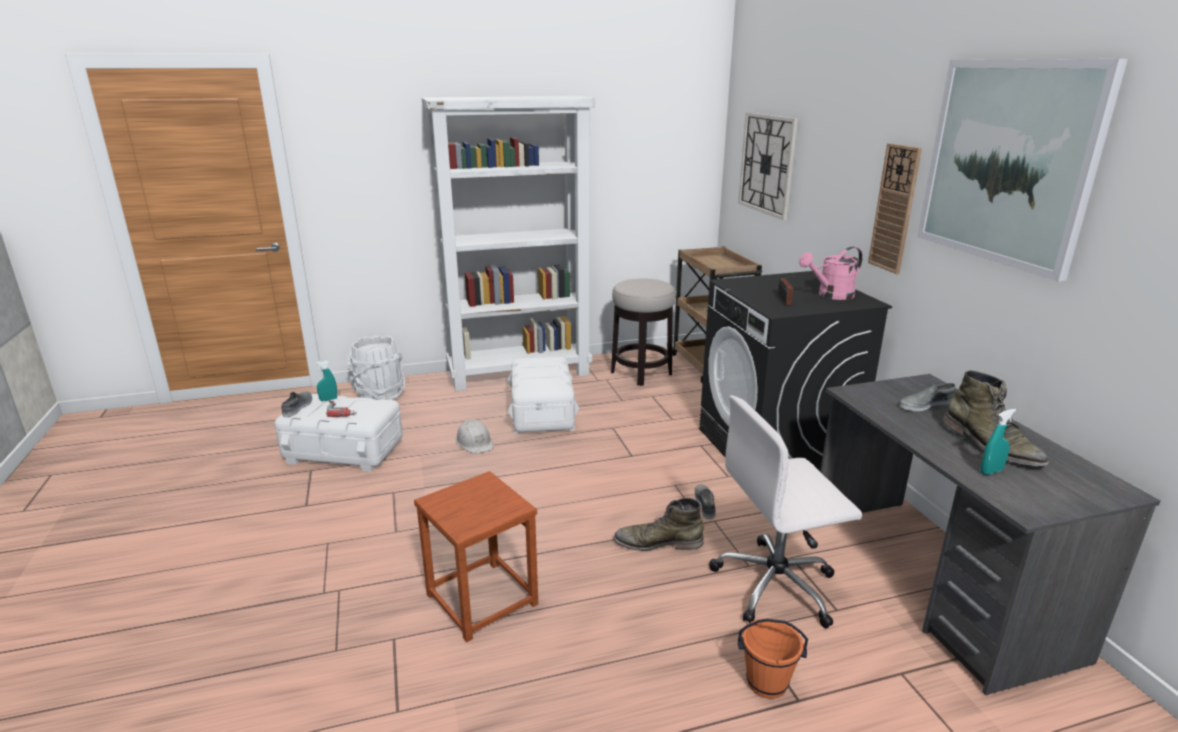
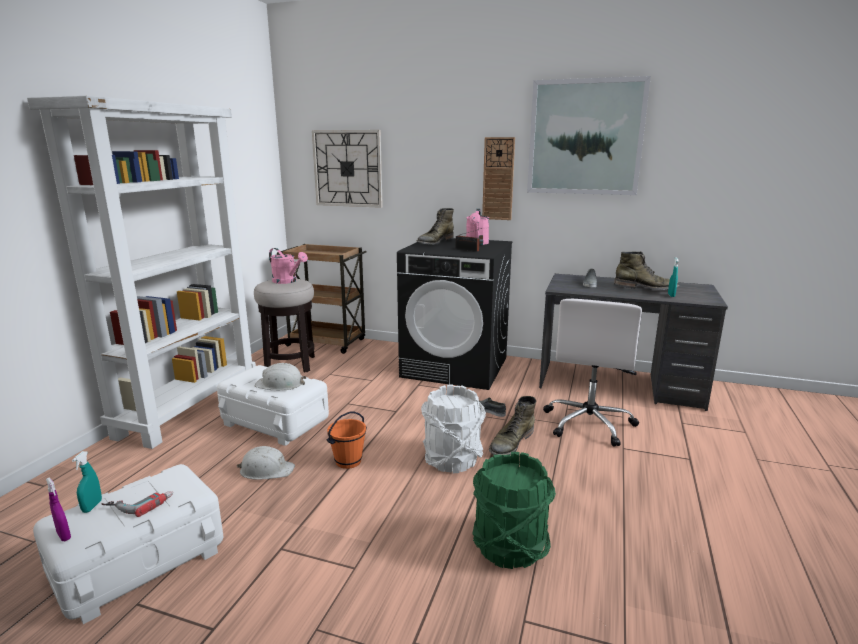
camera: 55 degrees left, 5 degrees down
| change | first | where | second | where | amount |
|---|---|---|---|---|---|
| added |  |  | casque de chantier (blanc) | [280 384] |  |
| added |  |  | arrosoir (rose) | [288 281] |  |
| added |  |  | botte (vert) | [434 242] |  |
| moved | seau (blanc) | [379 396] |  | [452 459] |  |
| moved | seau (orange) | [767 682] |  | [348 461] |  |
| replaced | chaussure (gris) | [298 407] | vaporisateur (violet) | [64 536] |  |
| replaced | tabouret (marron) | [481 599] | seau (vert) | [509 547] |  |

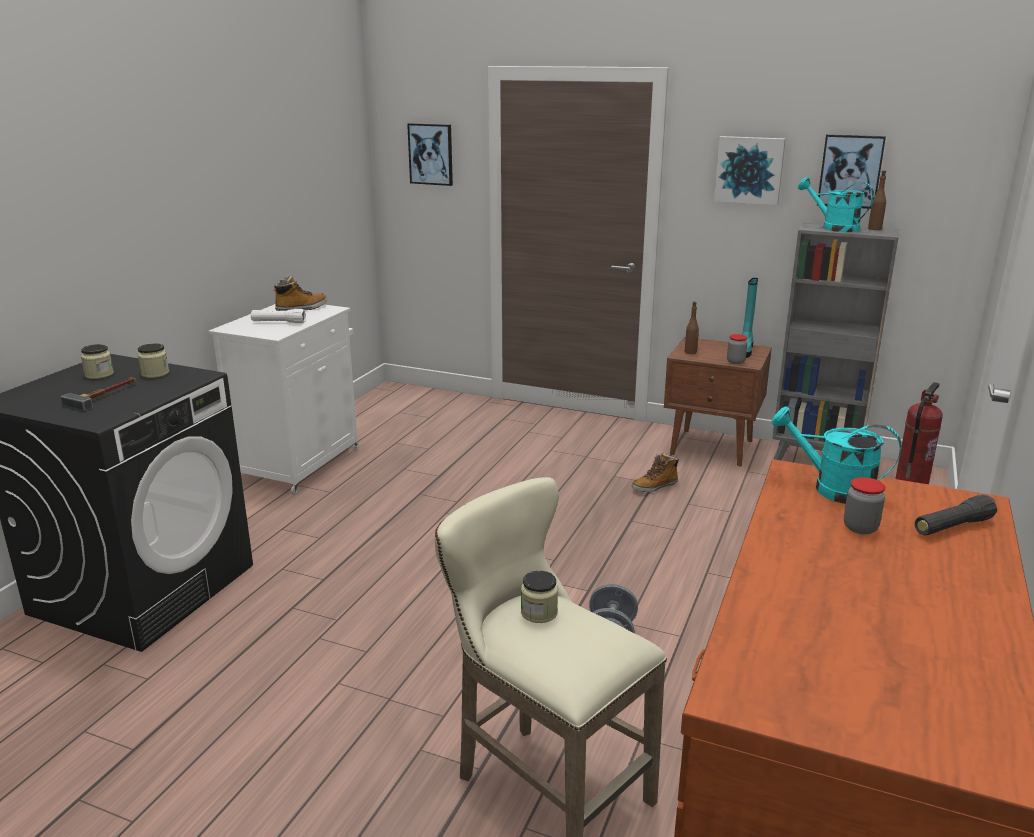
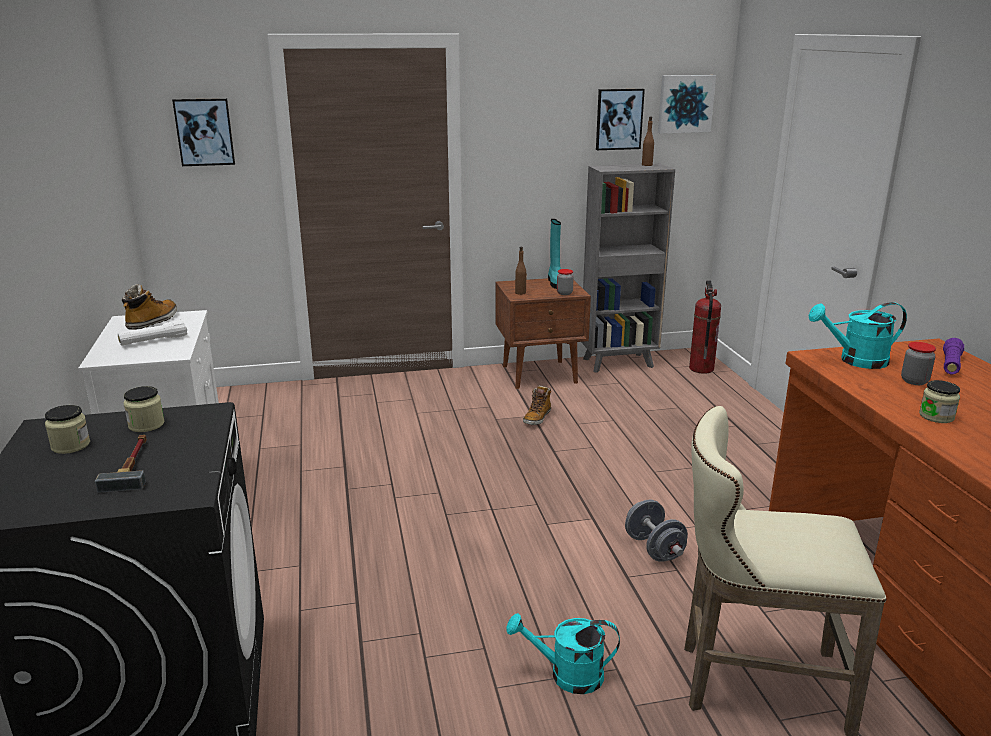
camera: 35 degrees left, 0 degrees up
| change | first | where | second | where | amount |
|---|---|---|---|---|---|
| moved | bocal | [539 612] |  | [936 416] |  |
| moved | tableau | [749 170] |  | [685 103] |  |
| moved | arrosoir (turquoise) | [833 228] |  | [567 675] |  |
| recoloured | lampe de poche (noir) | [952 527] | lampe de poche (violet) | [950 365] |  |

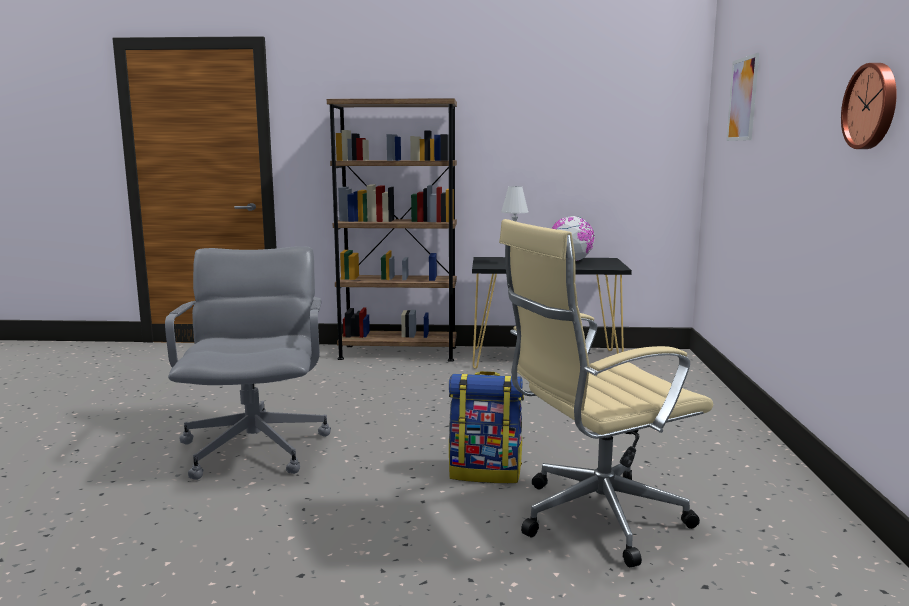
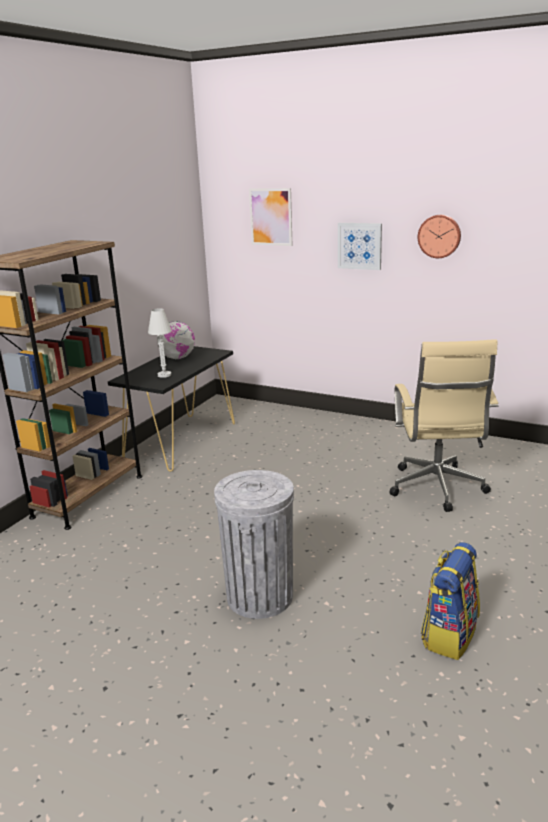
camera: 65 degrees left, 10 degrees up
| change | first | where | second | where | amount |
|---|---|---|---|---|---|
| added |  |  | tableau | [359 246] |  |
| moved | sac à dos | [486 472] |  | [449 634] |  |
| replaced | chaise de bureau (gris) | [256 448] | poubelle (gris) | [259 596] |  |

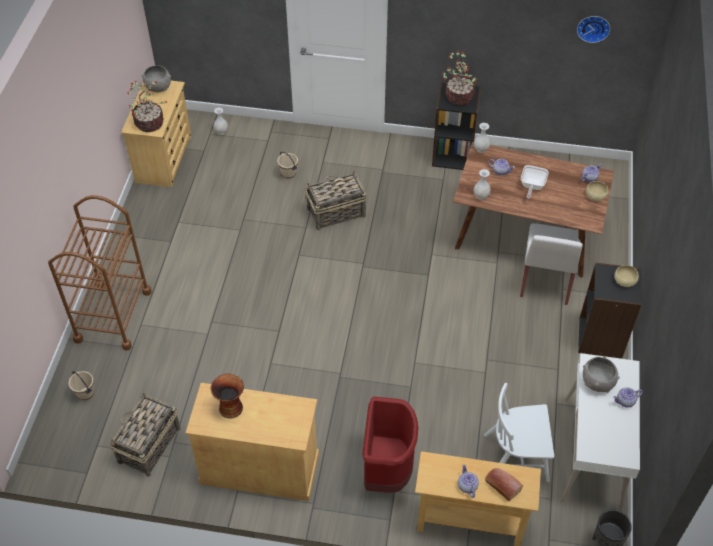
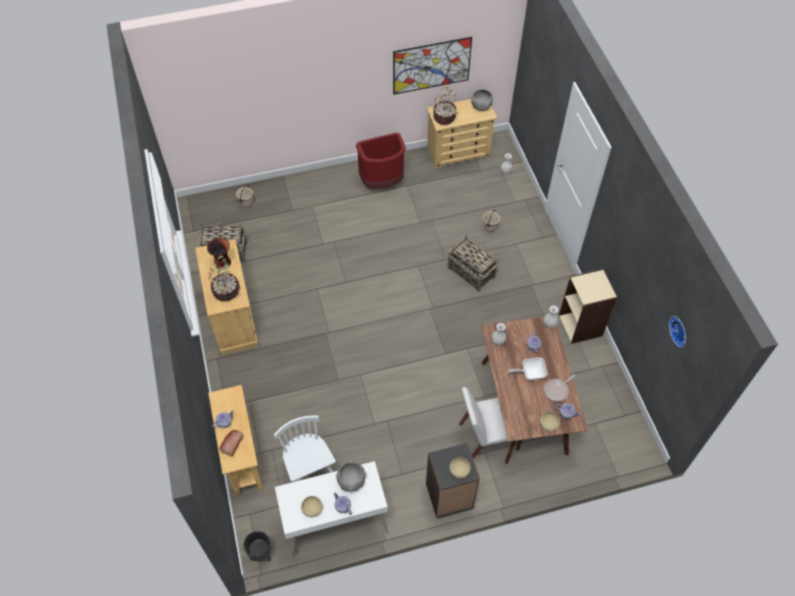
camera: 65 degrees right, 5 degrees up
| change | first | where | second | where | amount |
|---|---|---|---|---|---|
| removed | chariot (marron) | [113 315] |  |  |  |
| added |  |  | bol (beige) | [312 508] |  |
| added |  |  | tableau | [431 65] |  |
| added |  |  | poêle | [557 390] |  |
| moved | poubelle (rouge) | [387 469] |  | [382 182] |  |
| moved | plante en pot | [458 96] |  | [226 291] |  |
| recoloured | bibliothèque (noir) | [453 155] | bibliothèque (beige) | [581 325] |  |

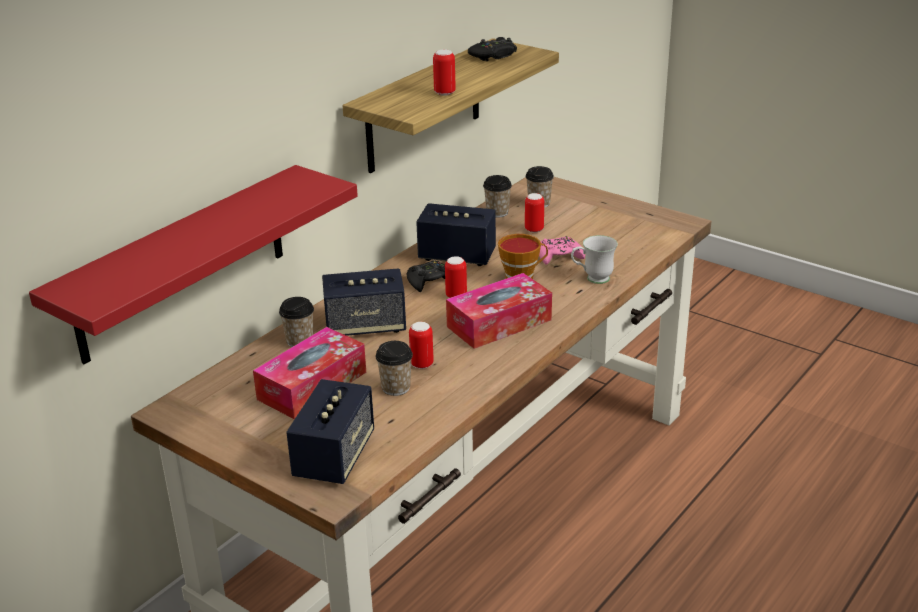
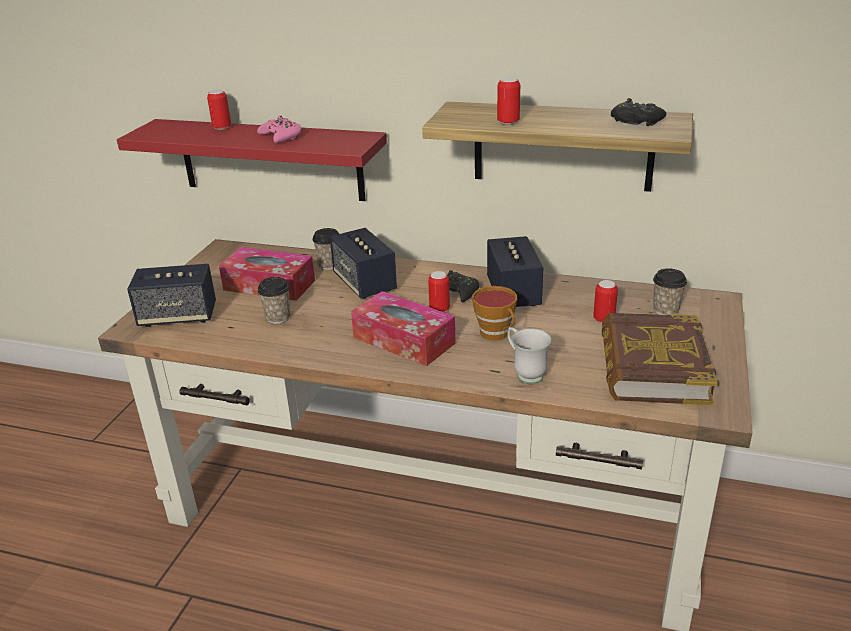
camera: 70 degrees right, 0 degrees up
| change | first | where | second | where | amount |
|---|---|---|---|---|---|
| removed | tasse | [497 213] |  |  |  |
| added |  |  | livre | [652 367] |  |
| moved | boîte métallique | [422 364] |  | [222 128] |  |
| moved | manette (rose) | [559 256] |  | [281 136] |  |

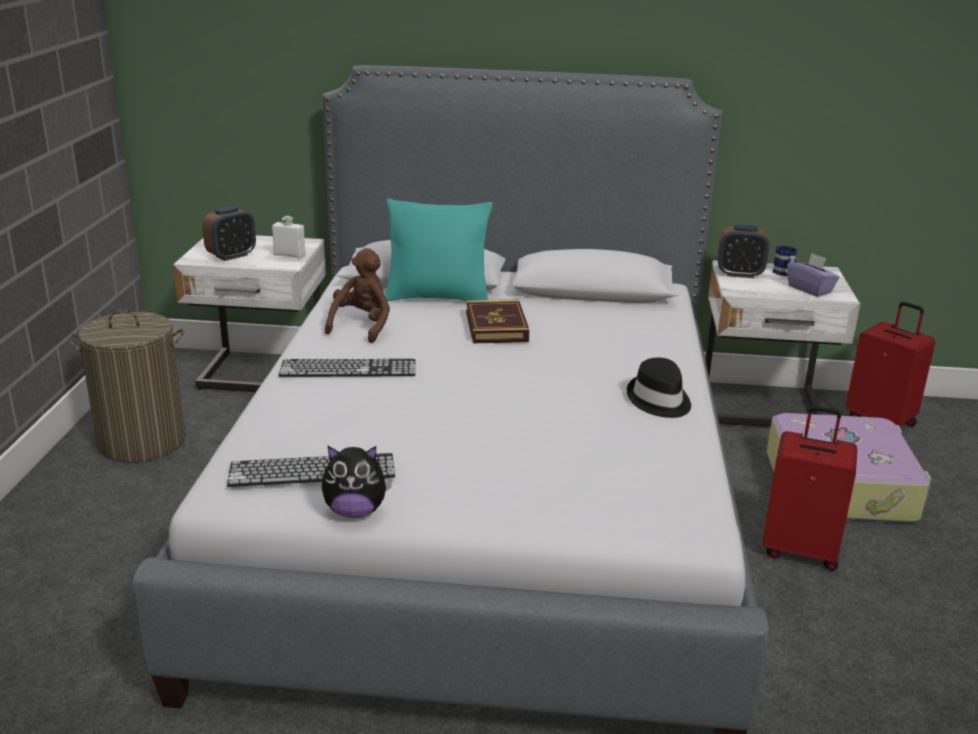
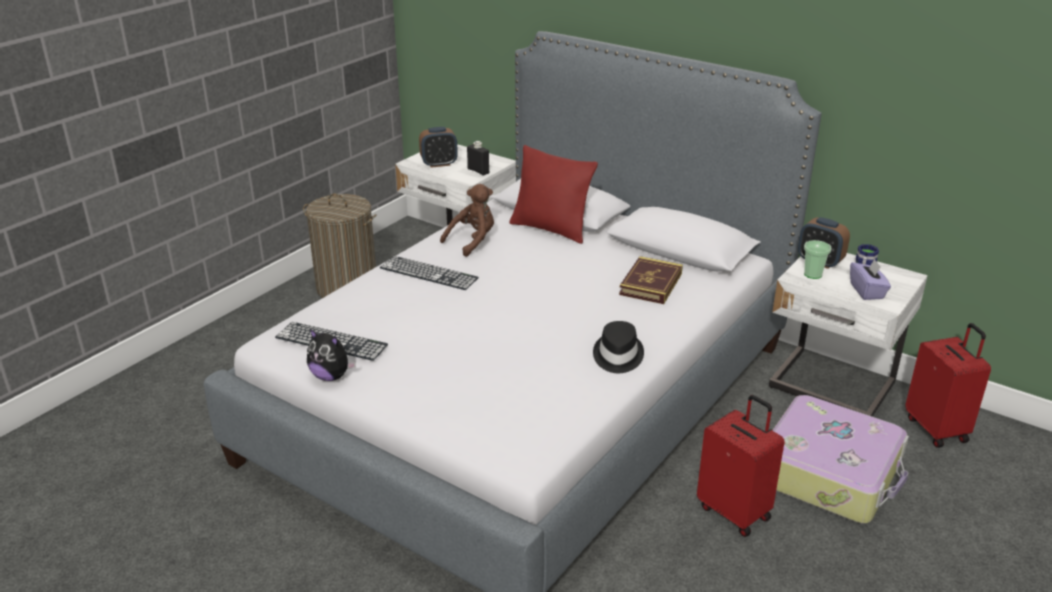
camera: 30 degrees right, 5 degrees up
| change | first | where | second | where | amount |
|---|---|---|---|---|---|
| added |  |  | tasse | [813 274] |  |
| moved | livre | [496 326] |  | [651 284] |  |
| recoloured | bouteille (blanc) | [289 255] | bouteille (noir) | [478 171] |  |
| recoloured | coussin (turquoise) | [437 297] | coussin (rouge) | [551 229] |  |

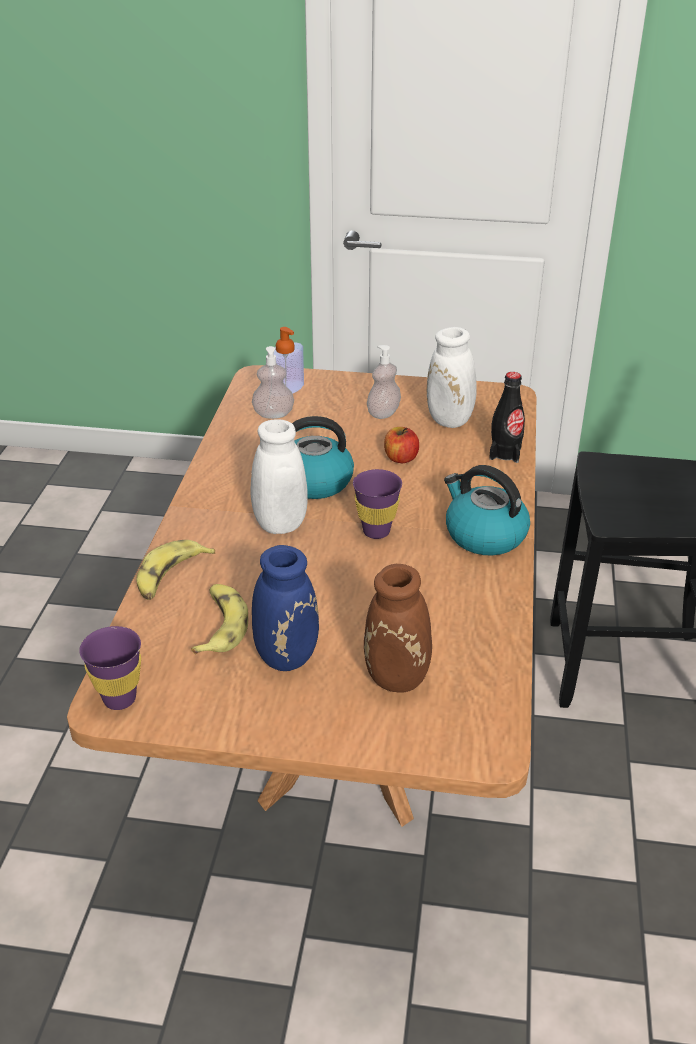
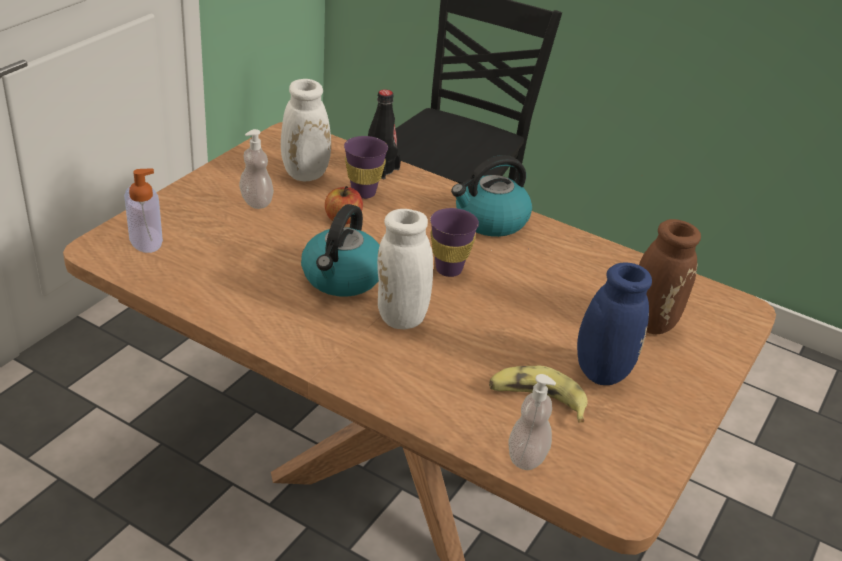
camera: 70 degrees left, 0 degrees up
| change | first | where | second | where | amount |
|---|---|---|---|---|---|
| removed | banane | [171 577] |  |  |  |
| moved | tasse (violet) | [119 699] |  | [363 193] |  |
| moved | distributeur de savon | [273 414] |  | [527 457] |  |

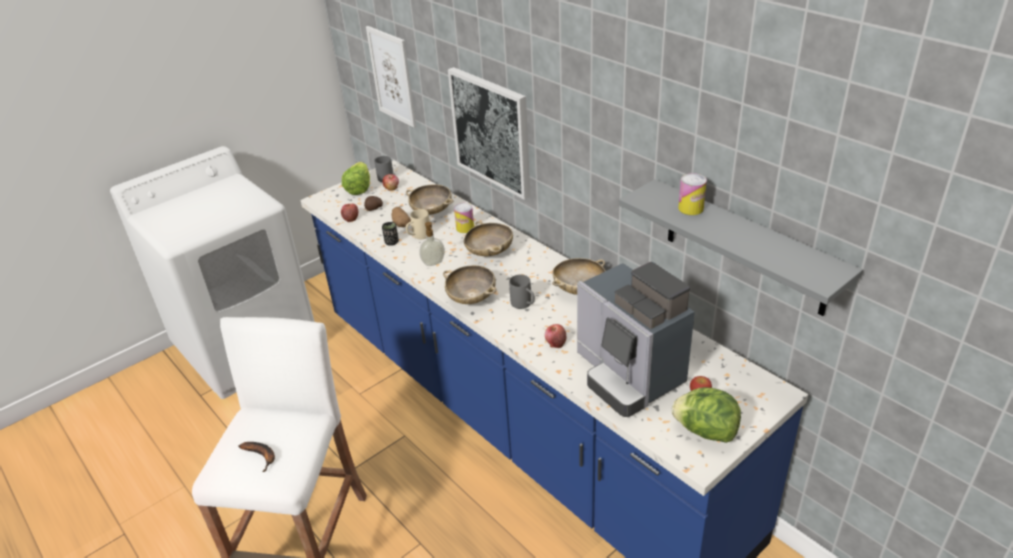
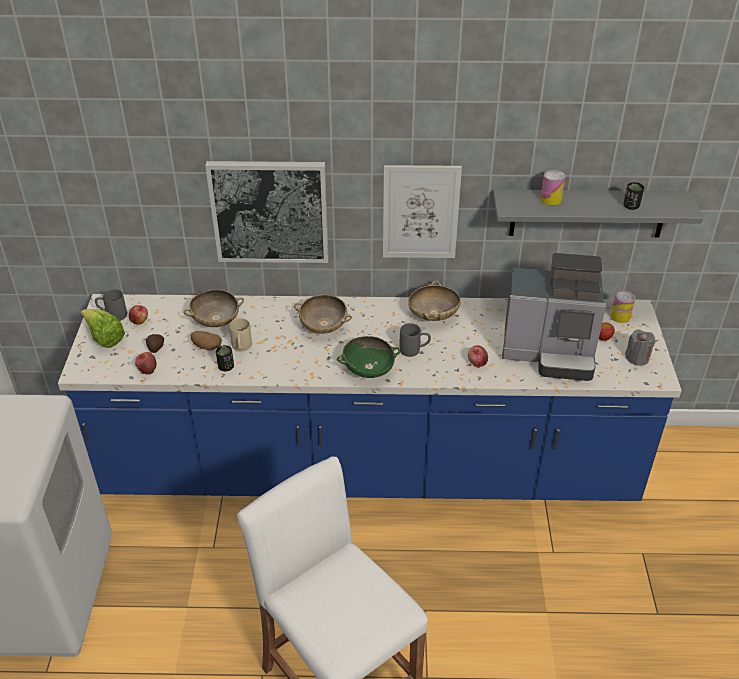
camera: 50 degrees left, 5 degrees up
| change | first | where | second | where | amount |
|---|---|---|---|---|---|
| removed | banane | [262 456] |  |  |  |
| removed | distributeur de savon | [434 263] |  |  |  |
| added |  |  | tasse (noir) | [631 206] |  |
| moved | tableau | [392 76] |  | [420 212] |  |
| moved | boîte métallique | [465 228] |  | [620 316] |  |
| replaced | laitue | [705 431] | bougie (gris) | [637 358] |  |
| recoloured | bol (beige) | [471 298] | bol (vert) | [368 369] |  |

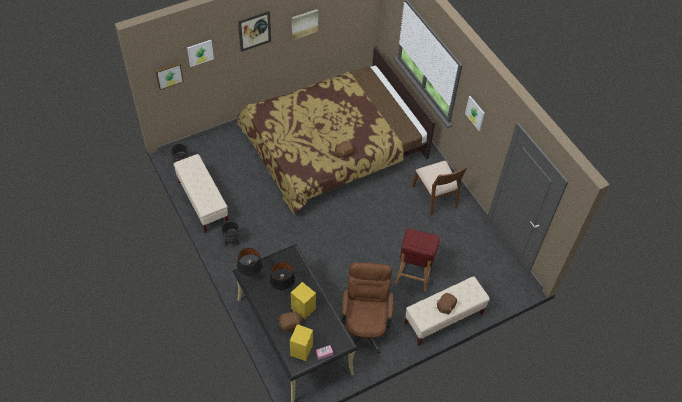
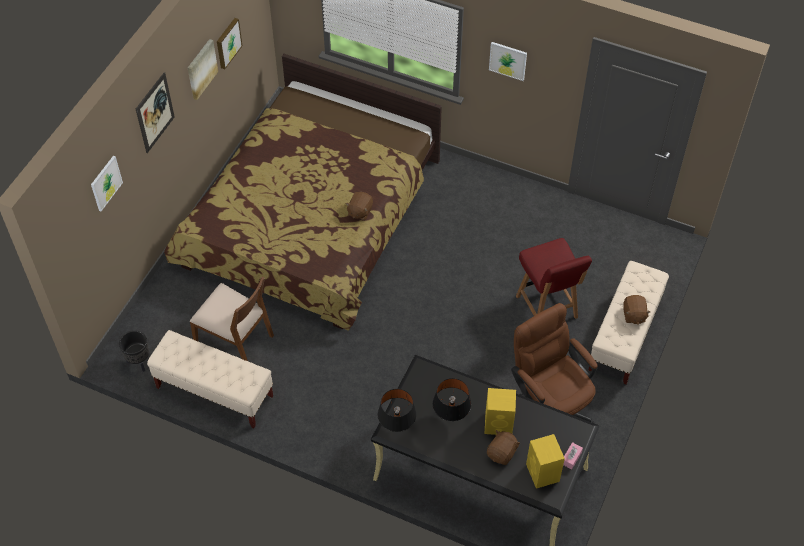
camera: 35 degrees left, 0 degrees up
| change | first | where | second | where | amount |
|---|---|---|---|---|---|
| removed | cache-pot (noir) | [232 242] |  |  |  |
| moved | tableau | [169 75] |  | [227 42] |  |
| moved | chaise (marron) | [435 196] |  | [235 339] |  |

